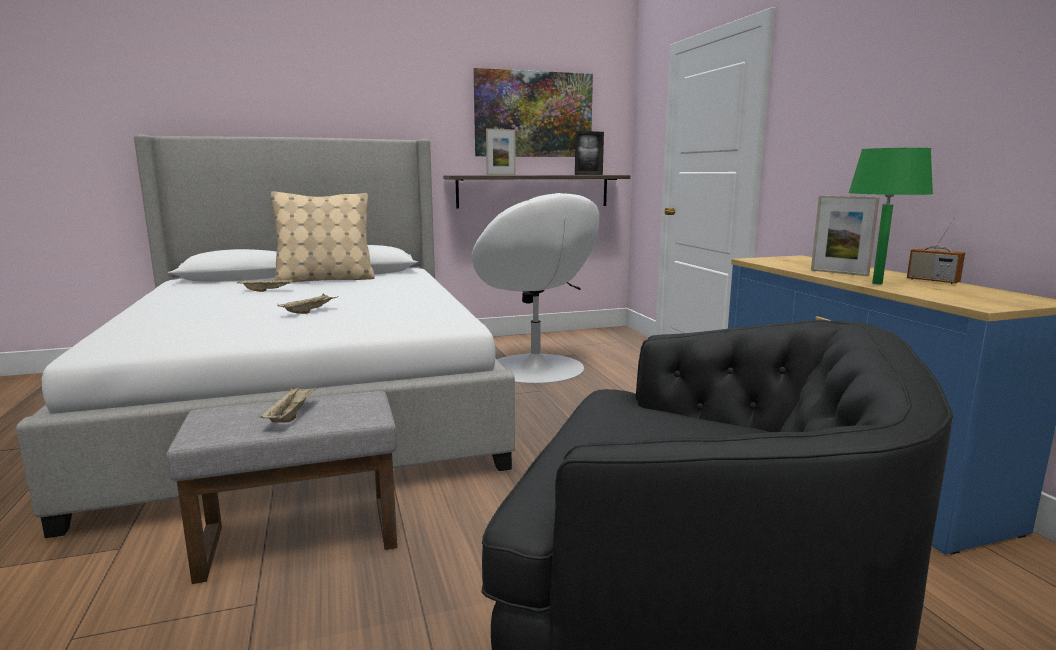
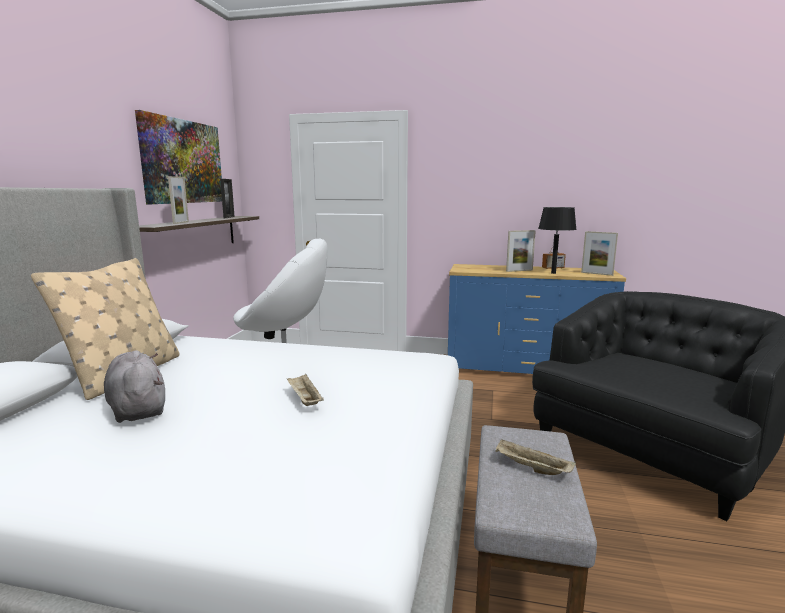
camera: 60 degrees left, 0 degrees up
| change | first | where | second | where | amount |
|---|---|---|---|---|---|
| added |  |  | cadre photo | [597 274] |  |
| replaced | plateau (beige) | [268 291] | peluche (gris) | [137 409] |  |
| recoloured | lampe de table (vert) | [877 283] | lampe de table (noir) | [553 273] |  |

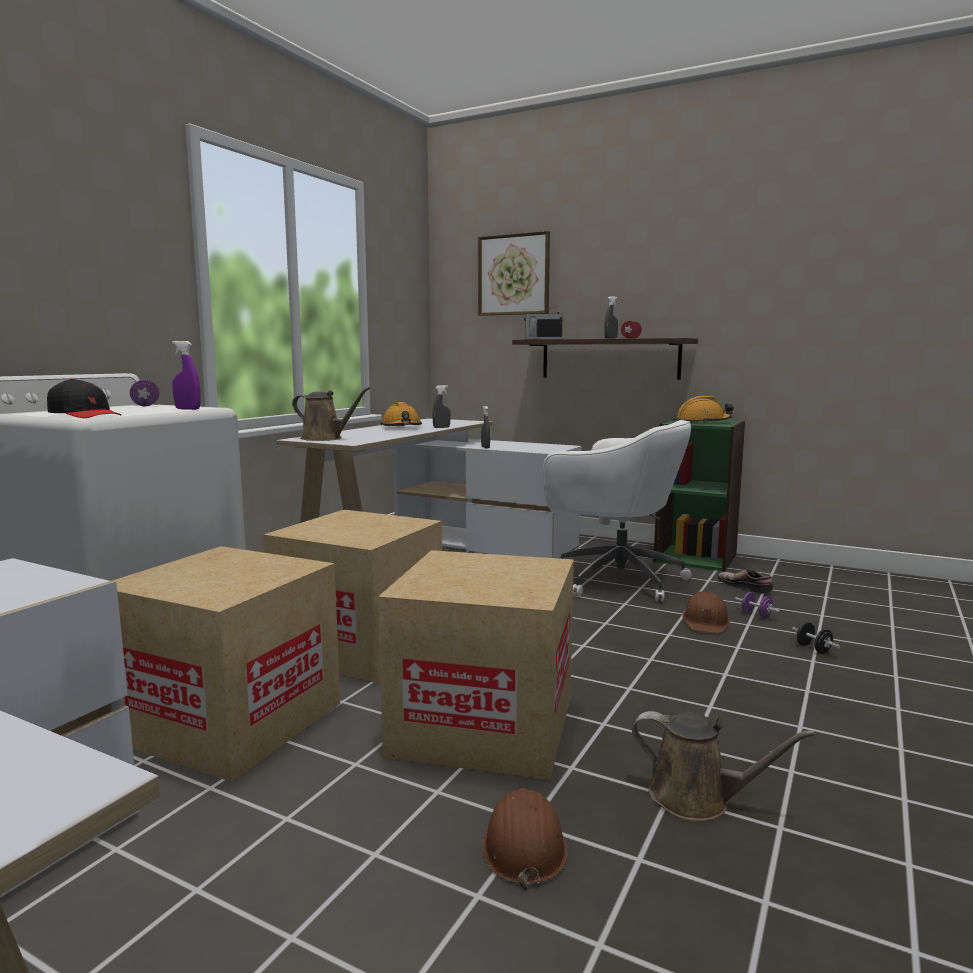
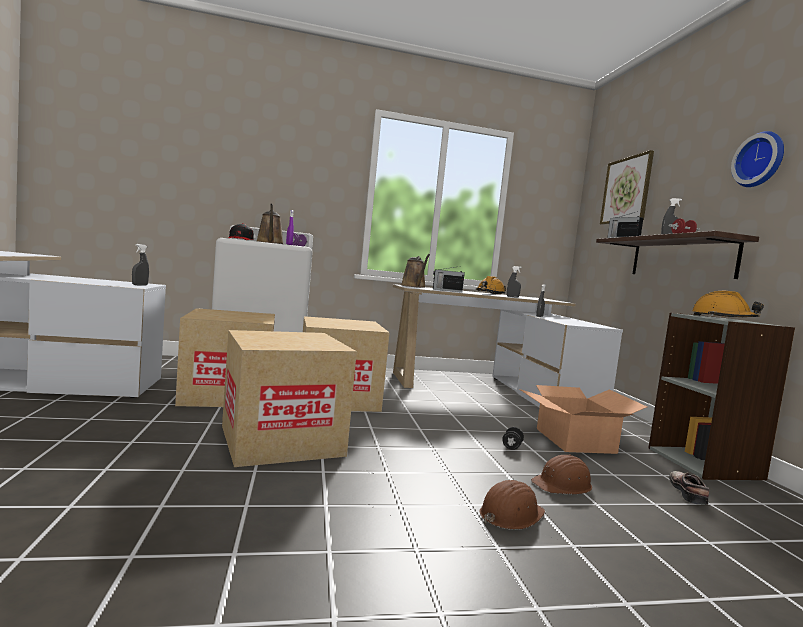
camera: 50 degrees right, 5 degrees down
| change | first | where | second | where | amount |
|---|---|---|---|---|---|
| removed | haltère (violet) | [756 615] |  |  |  |
| added |  |  | vaporisateur (gris) | [140 285] |  |
| added |  |  | radio | [446 290] |  |
| added |  |  | horloge murale | [761 160] |  |
| moved | casque de chantier (marron) | [523 846] |  | [510 514] |  |
| moved | arrosoir (marron) | [697 799] |  | [270 243] |  |
| moved | haltère (noir) | [813 649] |  | [512 447] |  |
| replaced | chaise de bureau (blanc) | [615 579] | carton | [574 440] |  |
| recoloured | bibliothèque (vert) | [696 558] | bibliothèque (gris) | [705 463] |  |

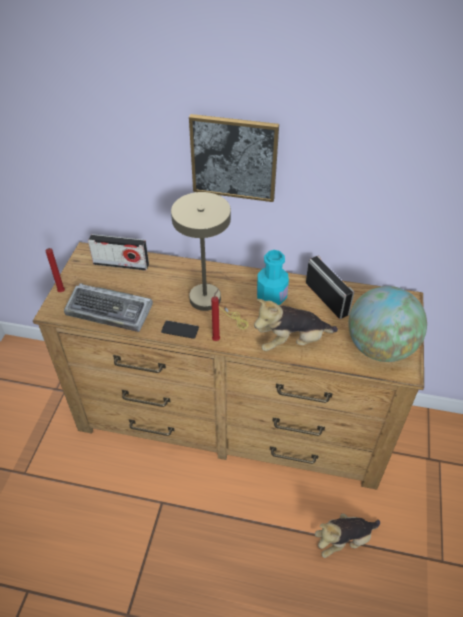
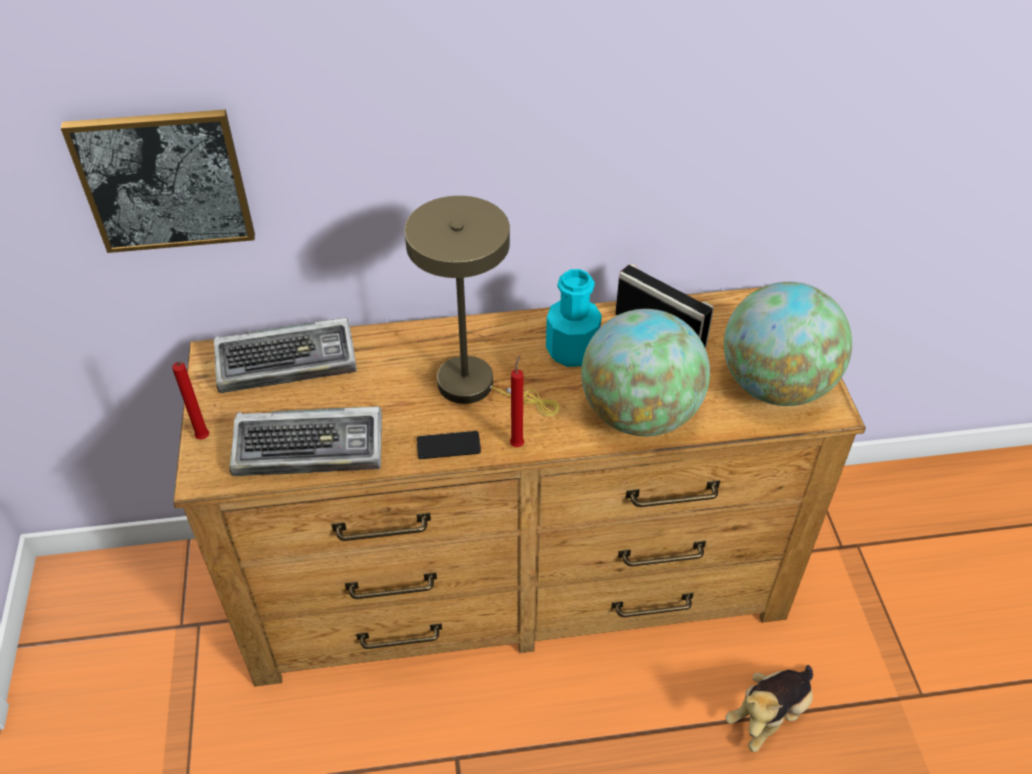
camera: 20 degrees left, 0 degrees up
| change | first | where | second | where | amount |
|---|---|---|---|---|---|
| moved | tableau | [234 158] |  | [164 180] |  |
| replaced | radio | [121 264] | clavier | [288 361] |  |
| replaced | peluche | [292 342] | globe | [639 414] |  |

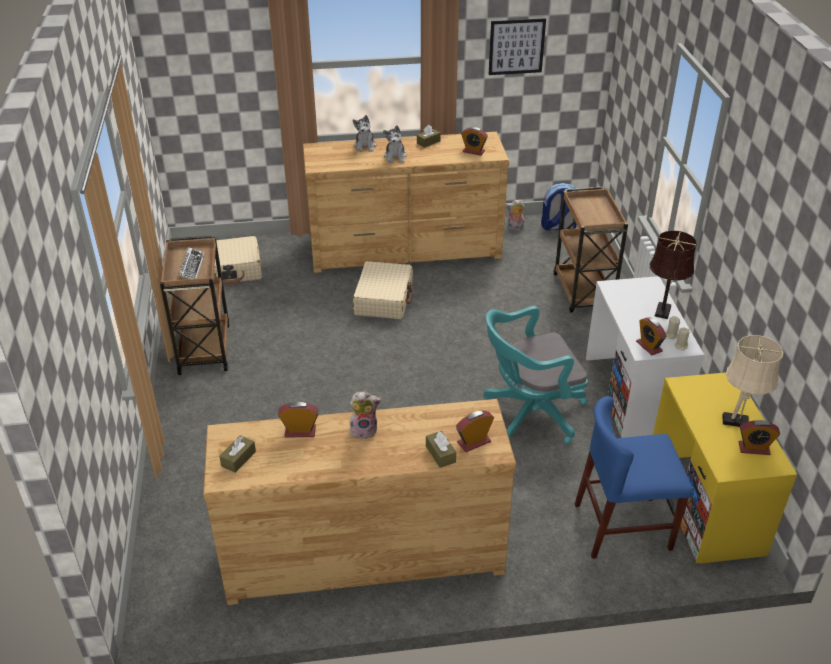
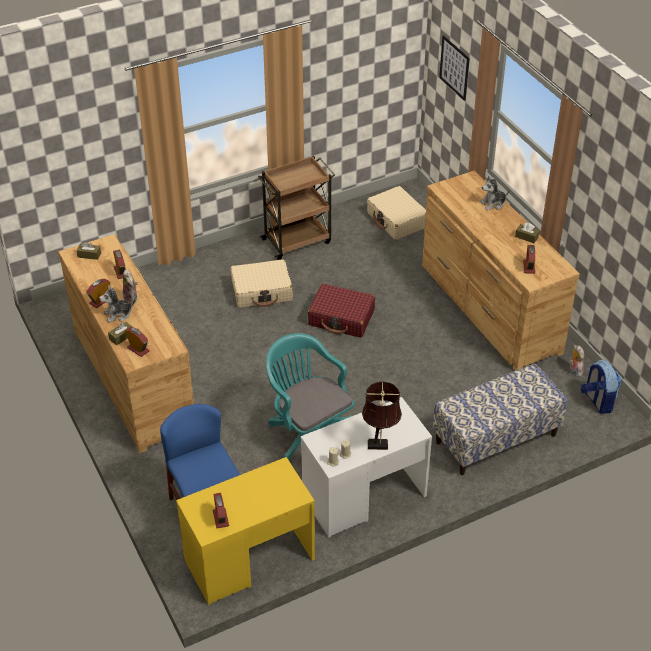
camera: 70 degrees right, 5 degrees up
| change | first | where | second | where | amount |
|---|---|---|---|---|---|
| removed | clavier | [192 267] |  |  |  |
| removed | lampe de table (beige) | [738 421] |  |  |  |
| added |  |  | valise (rouge) | [341 318] |  |
| moved | valise (beige) | [384 299] |  | [262 291] |  |
| moved | peluche | [395 157] |  | [118 314] |  |
| moved | tableau | [516 46] |  | [454 67] |  |
| moved | réveil | [649 346] |  | [100 301] |  |
| replaced | chariot (marron) | [583 292] | banc | [496 439] |  |

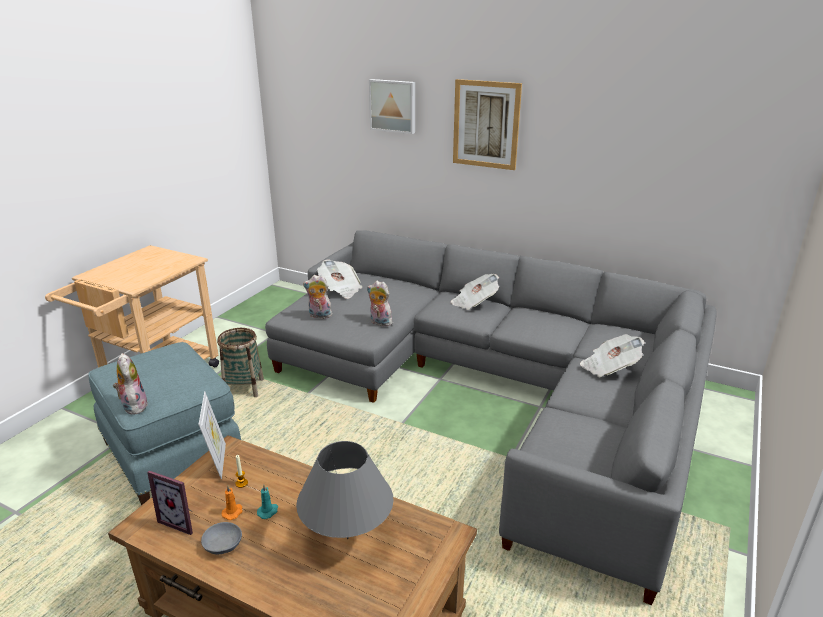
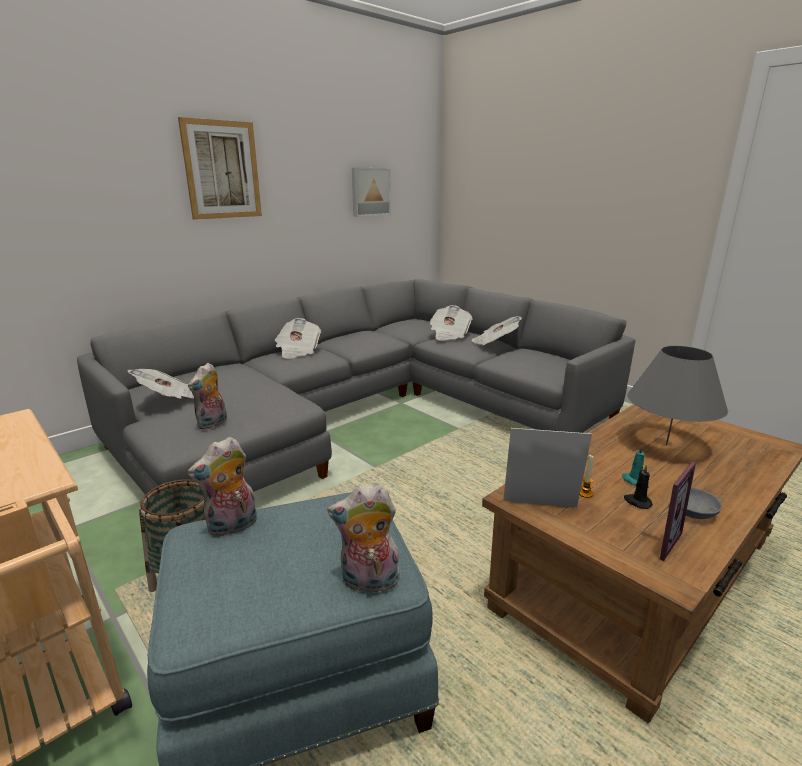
camera: 70 degrees left, 5 degrees down
| change | first | where | second | where | amount |
|---|---|---|---|---|---|
| added |  |  | journal | [495 343] |  |
| moved | peluche | [379 322] |  | [232 527] |  |
| moved | tableau | [393 106] |  | [370 192] |  |
| recoloured | bougie (orange) | [233 512] | bougie (noir) | [637 502] |  |

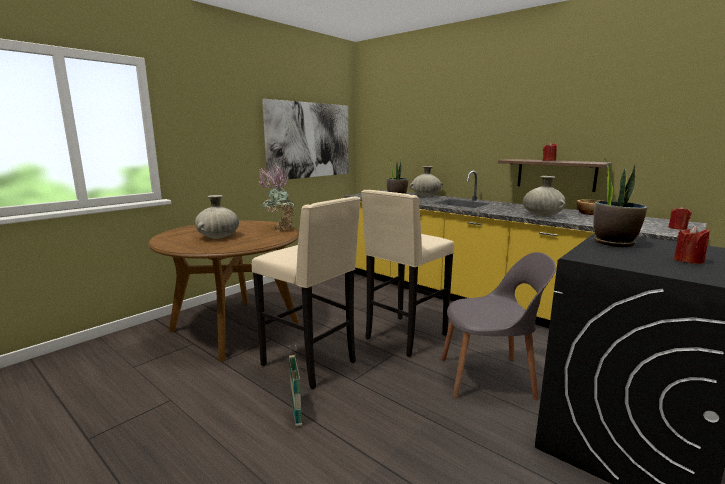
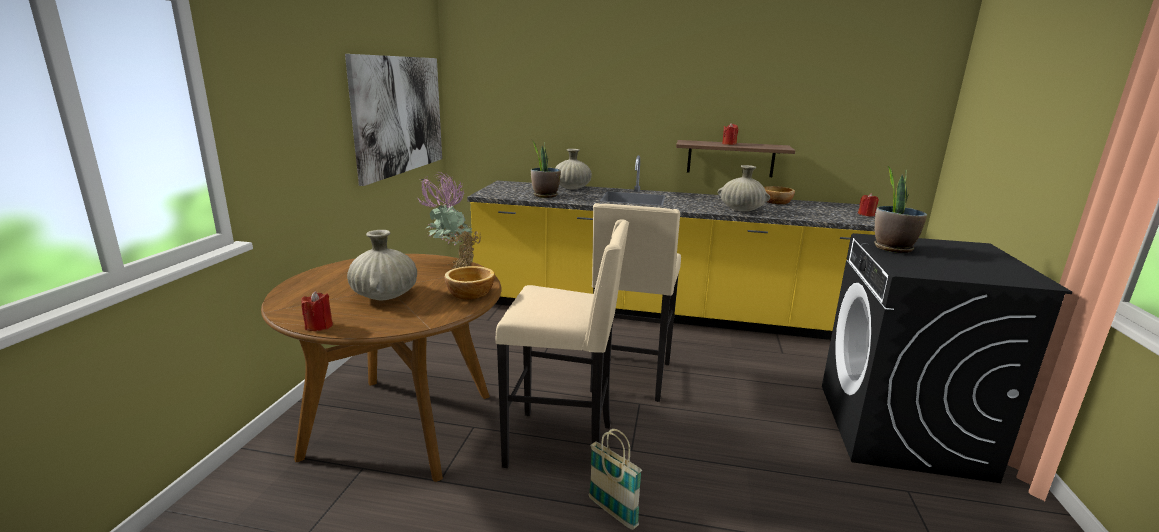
camera: 30 degrees left, 5 degrees up
| change | first | where | second | where | amount |
|---|---|---|---|---|---|
| removed | chaise (gris) | [489 377] |  |  |  |
| added |  |  | bol | [470 294] |  |
| moved | bougie (rouge) | [688 260] |  | [319 326] |  |

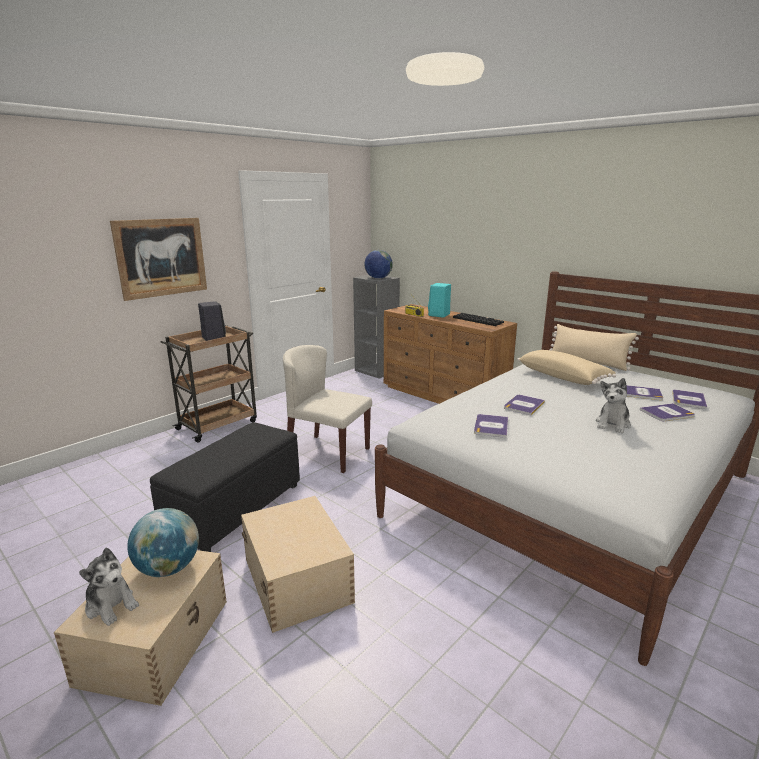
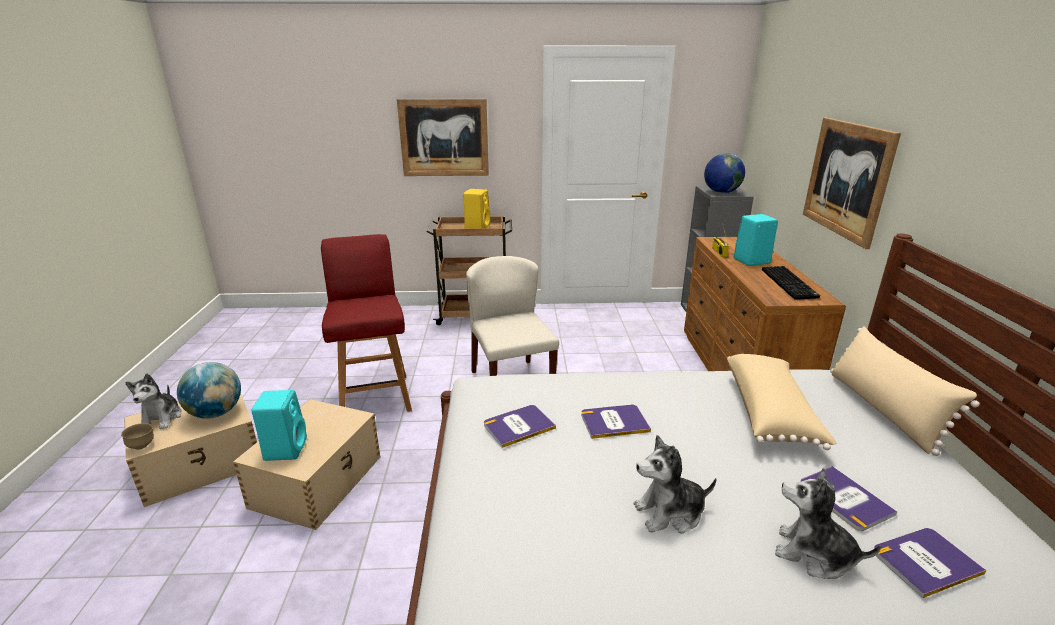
camera: 45 degrees right, 5 degrees up
| change | first | where | second | where | amount |
|---|---|---|---|---|---|
| added |  |  | bol (marron) | [142 446] |  |
| added |  |  | enceinte (turquoise) | [285 448] |  |
| added |  |  | tableau | [847 179] |  |
| replaced | pouf (noir) | [236 508] | chaise (rouge) | [375 396] |  |
| replaced | livre | [667 413] | peluche | [813 554] |  |
| recoloured | enceinte (noir) | [213 338] | enceinte (jaune) | [477 227] |  |

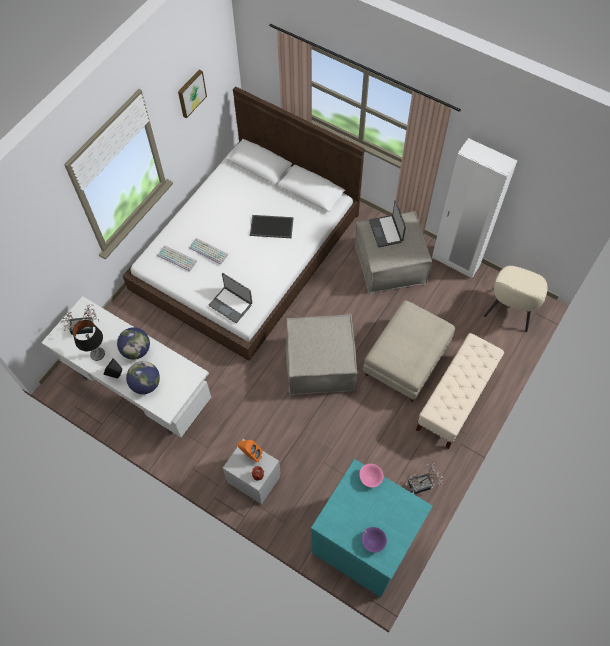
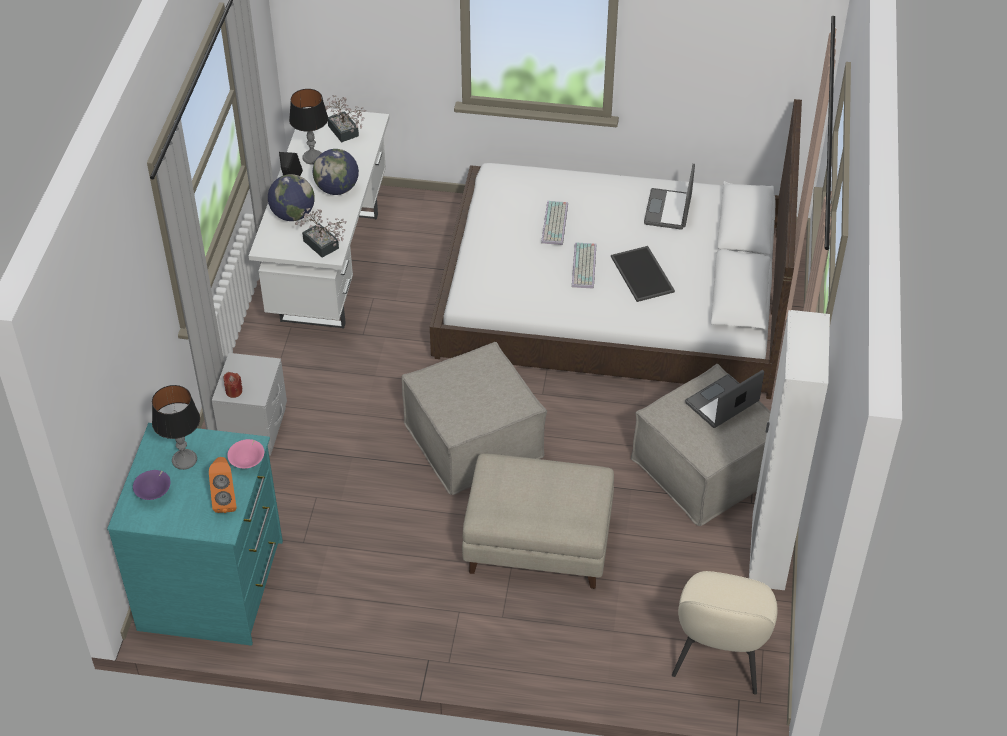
camera: 65 degrees right, 15 degrees down
| change | first | where | second | where | amount |
|---|---|---|---|---|---|
| removed | tableau | [191 93] |  |  |  |
| removed | banc (beige) | [455 400] |  |  |  |
| added |  |  | lampe de table | [184 460] |  |
| moved | clavier | [178 258] |  | [585 266] |  |
| moved | ordinateur portable | [231 304] |  | [669 210] |  |
| moved | enceinte (orange) | [251 455] |  | [226 501] |  |
| moved | plante en pot | [423 484] |  | [323 247] |  |
| turned | chaise (beige) | [509 311] |  | [718 659] | 75 degrees counterclockwise |

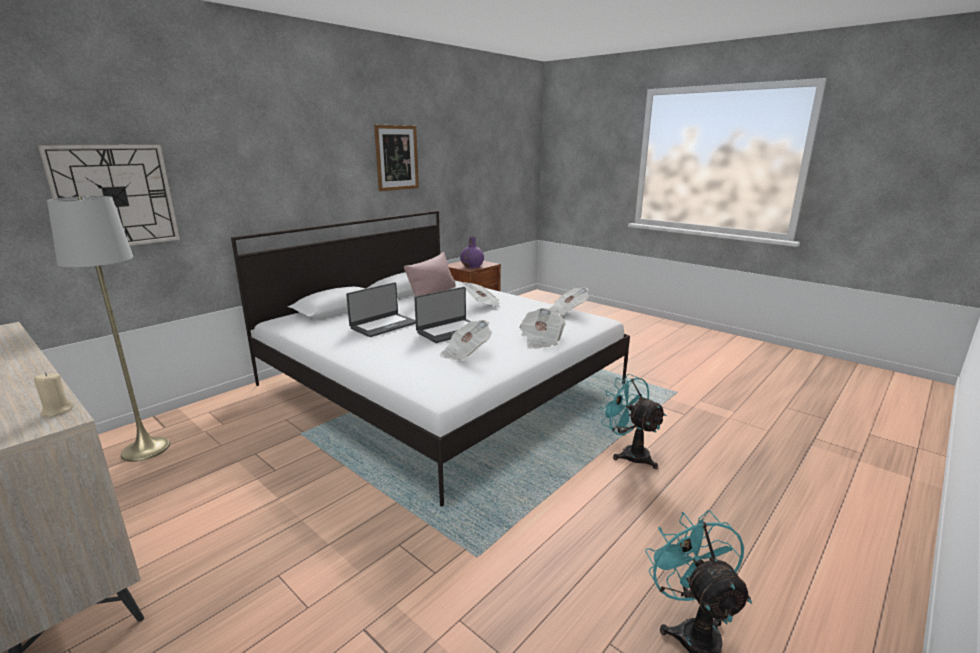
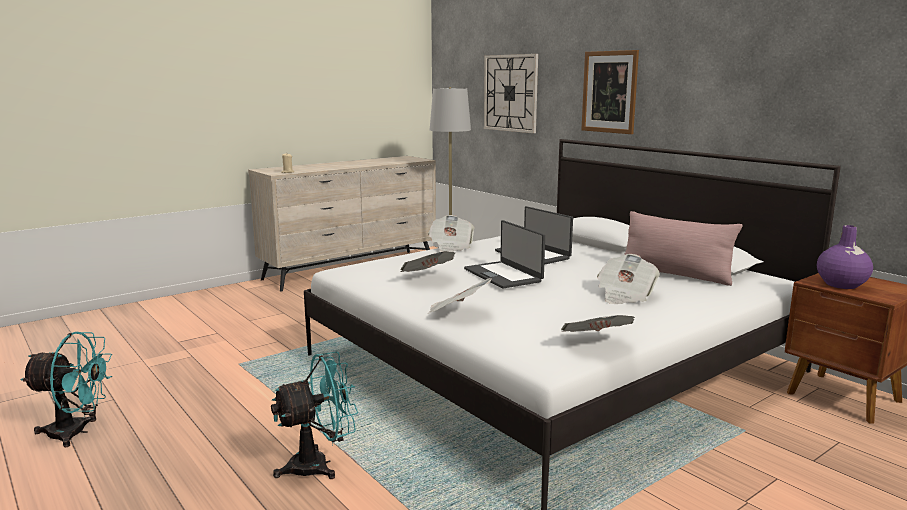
camera: 100 degrees right, 5 degrees down
| change | first | where | second | where | amount |
|---|---|---|---|---|---|
| added |  |  | journal | [451 247] |  |
| moved | tableau | [396 158] |  | [609 92] |  |

